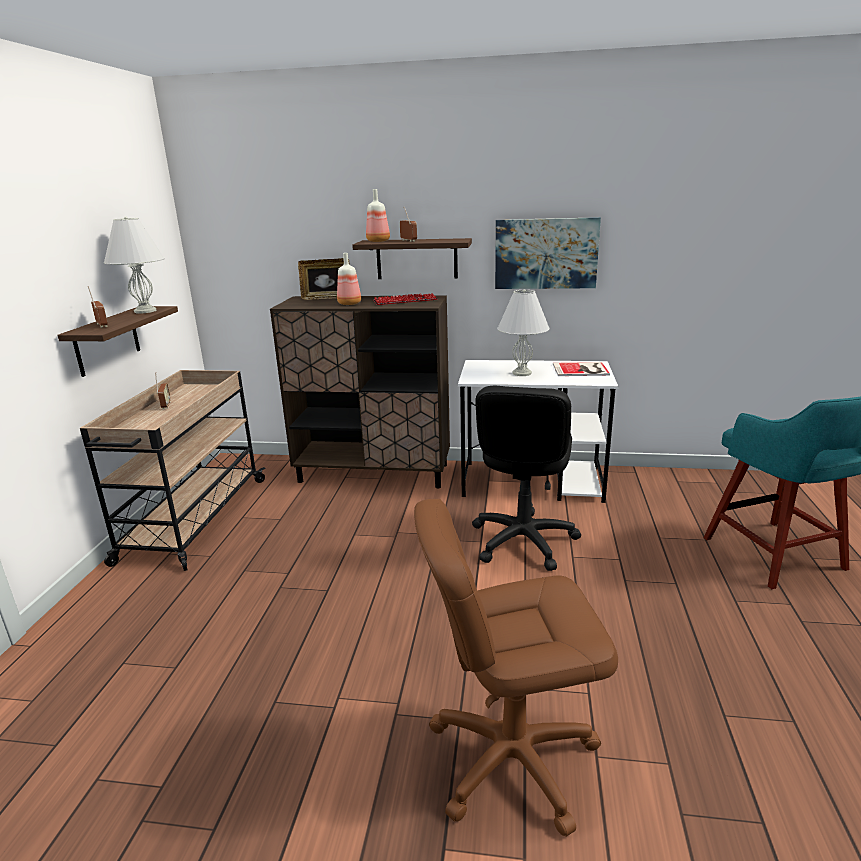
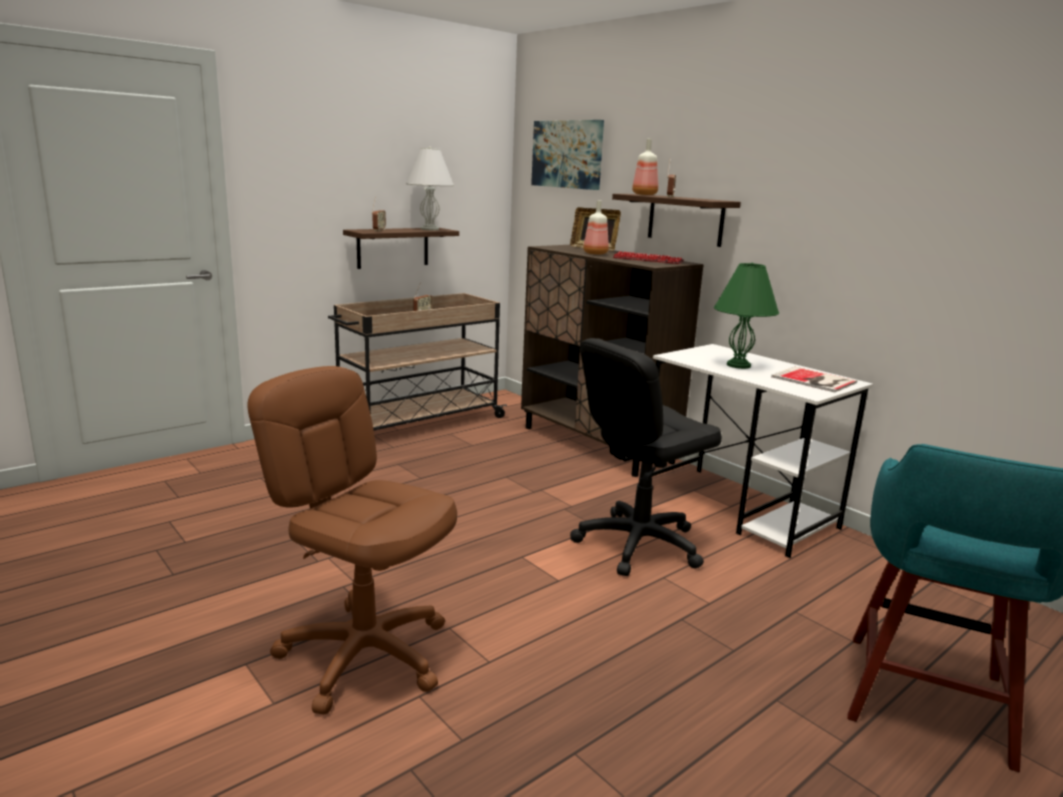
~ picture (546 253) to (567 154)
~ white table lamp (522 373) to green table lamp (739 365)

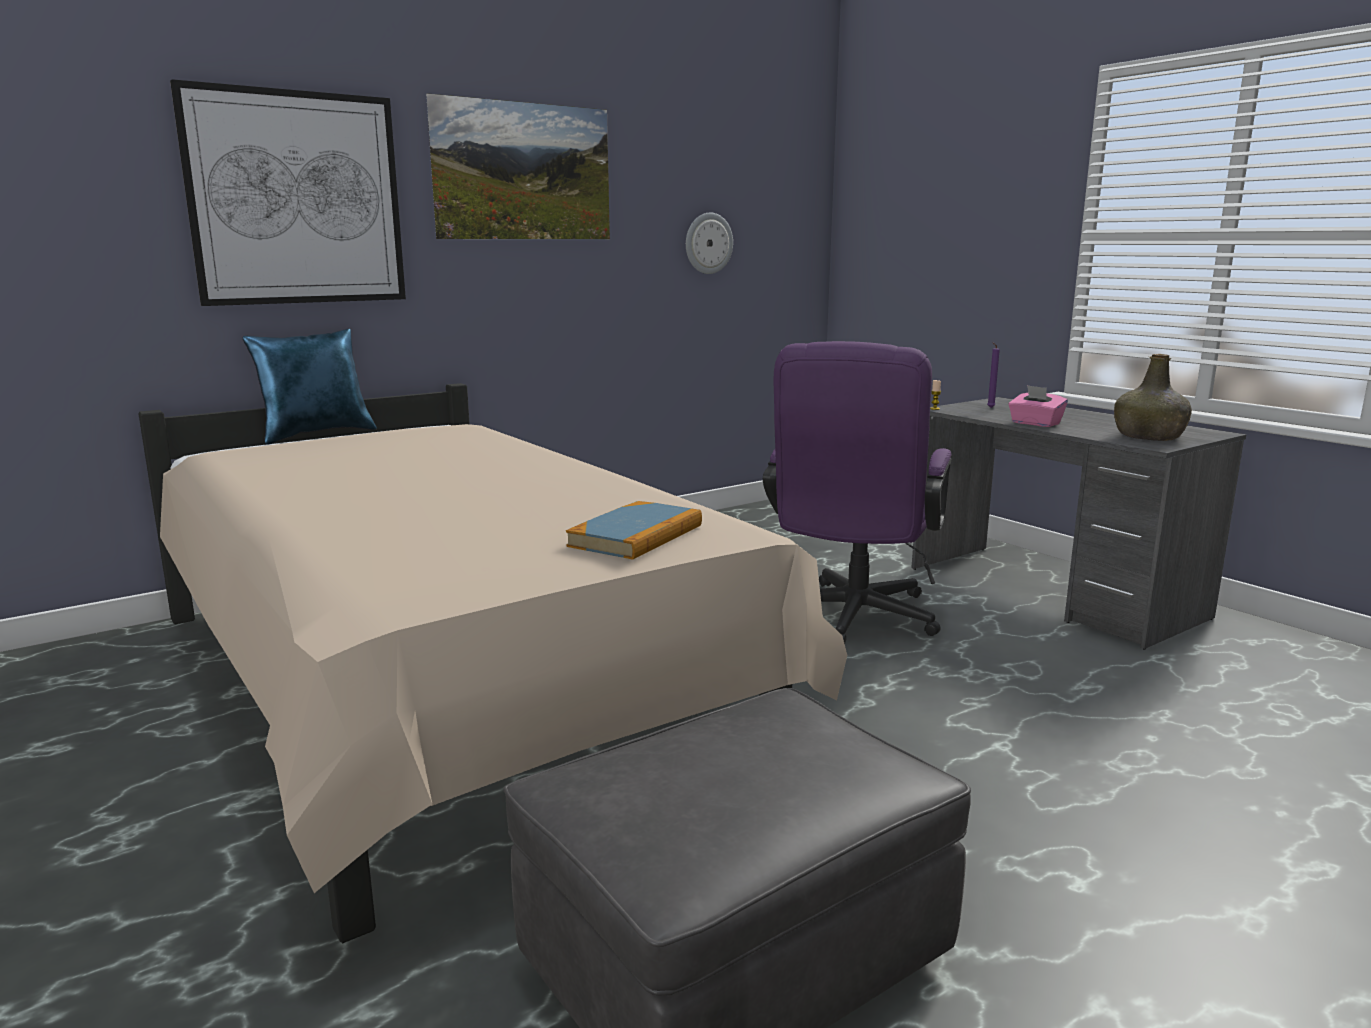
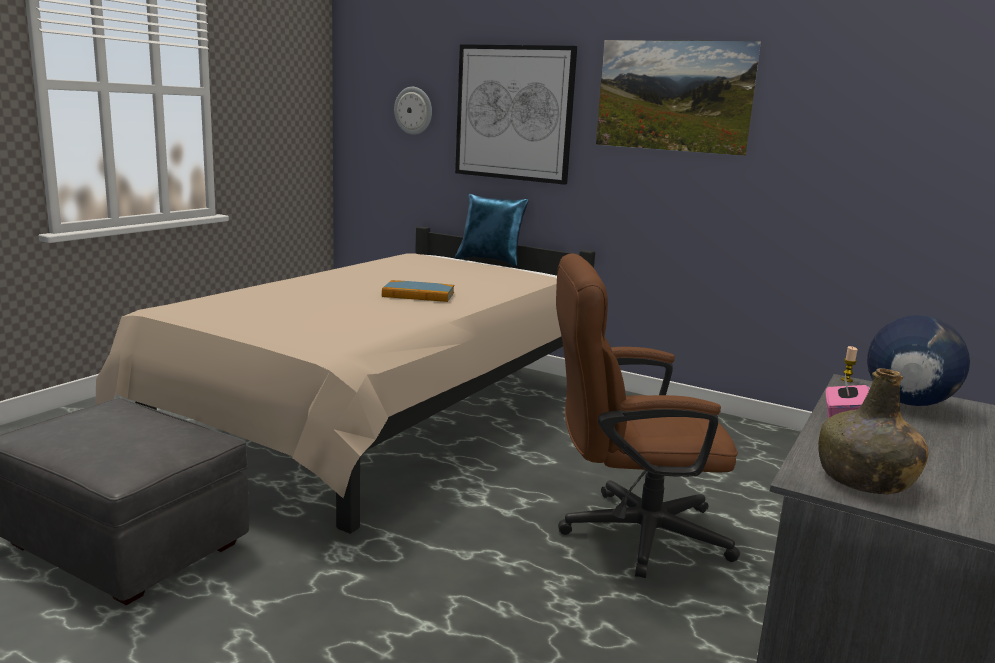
~ book (636 536) to (418 295)
~ wall clock (708 243) to (413 110)
~ purple candle (990 408) to globe (907 402)
~ purple office chair (851 621) to brown office chair (628 532)

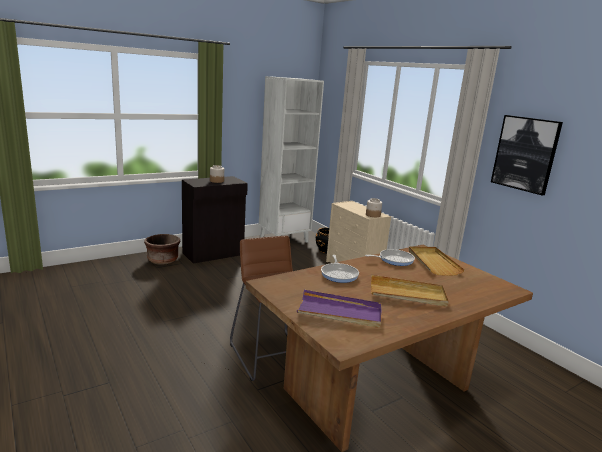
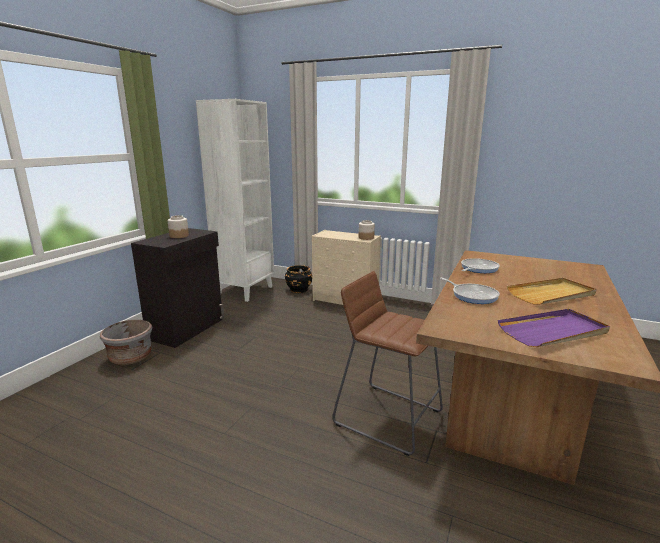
- beige tray (433 262)
- picture (525 154)
~ brown planter (162 260) to grey planter (130 357)

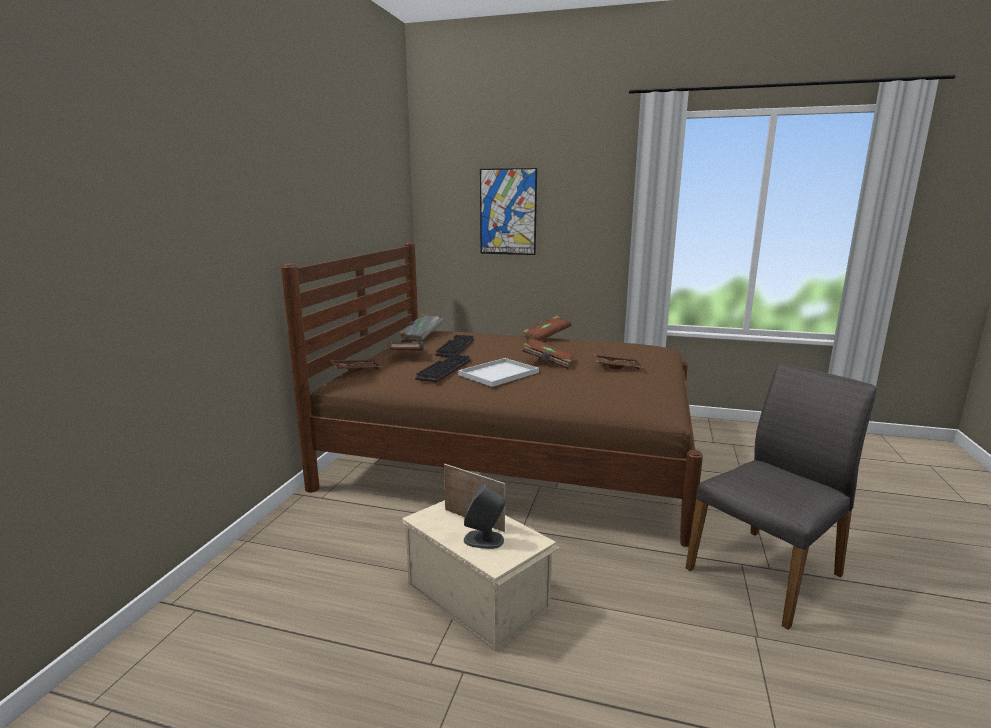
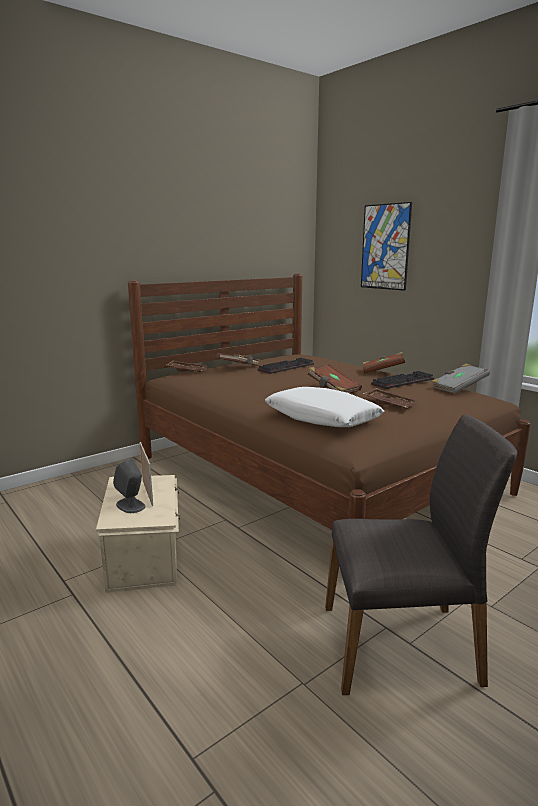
- white tray (499 373)
+ white pillow (322 418)
~ grey book (421 336) to (458 388)
~ keyboard (443 369) to (402 381)

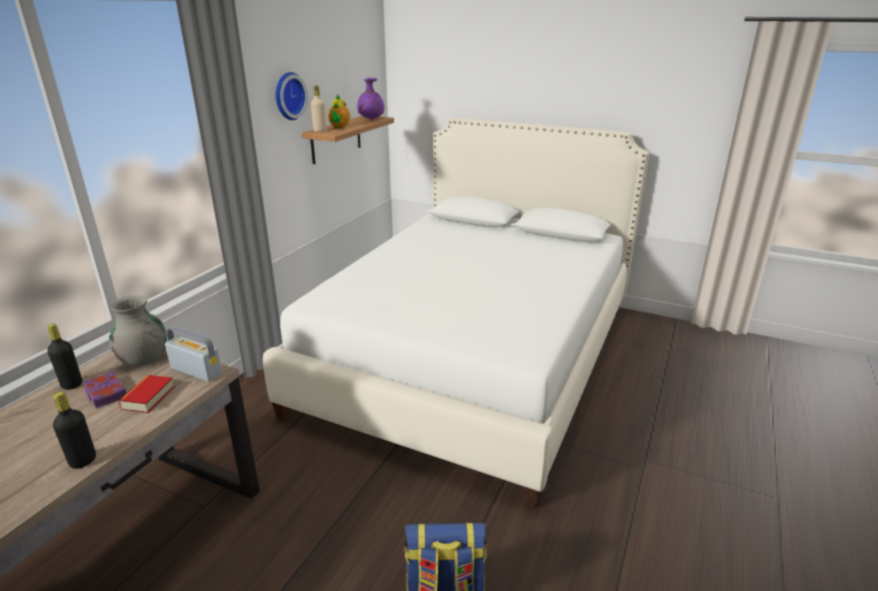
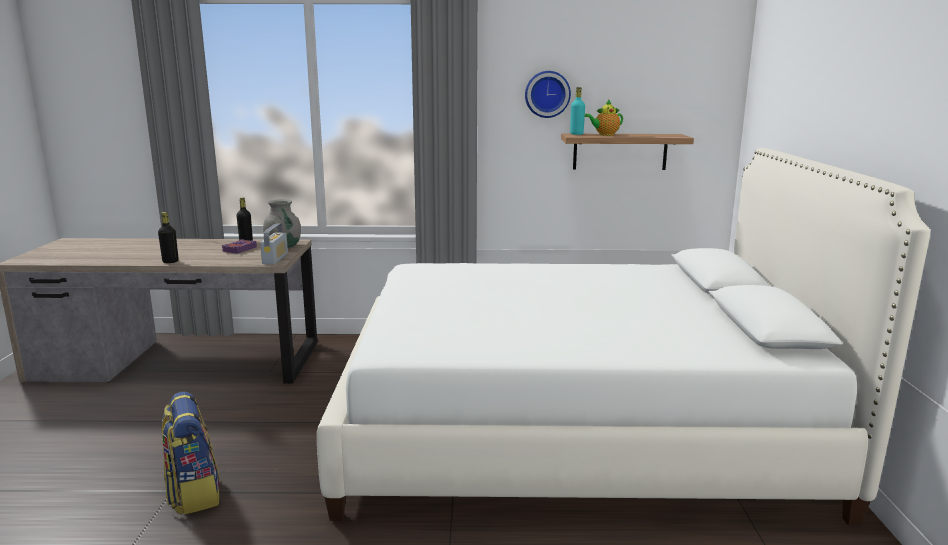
- book (148 398)
- purple vase (371 119)
~ beige bottle (320 131) to turquoise bottle (576 134)

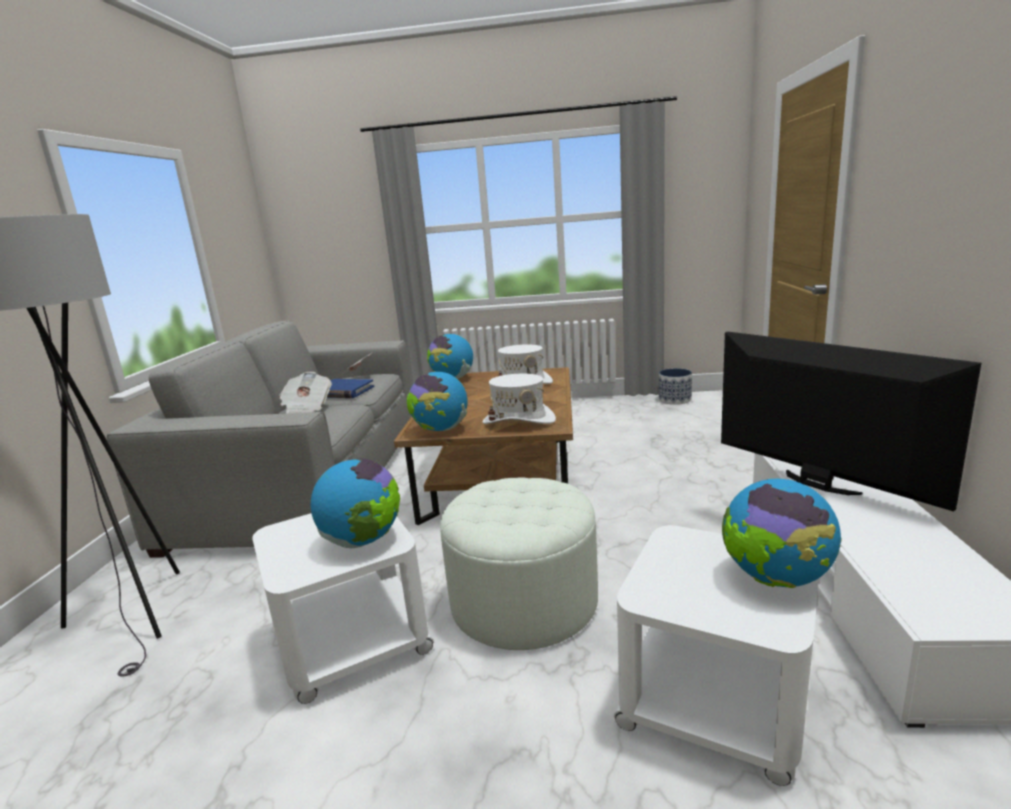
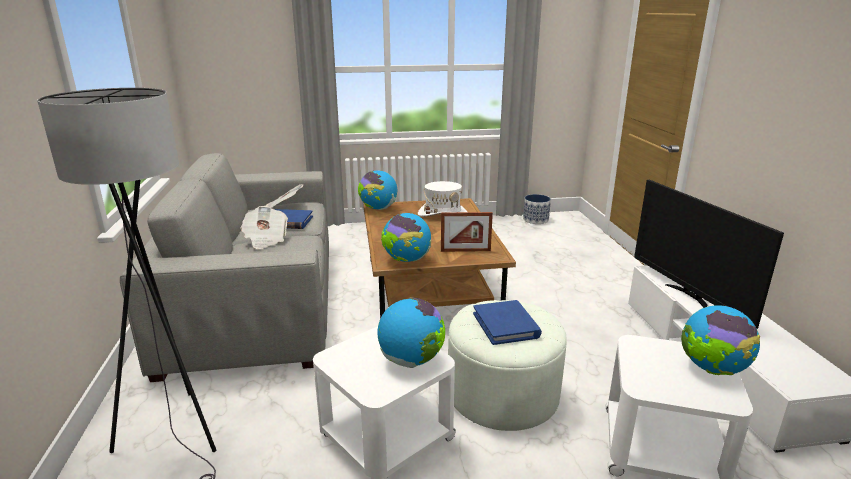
+ blue book (506 325)
~ white hat (519 421) to picture frame (465 251)
~ television (817 484) = (689 295) 150 degrees counterclockwise

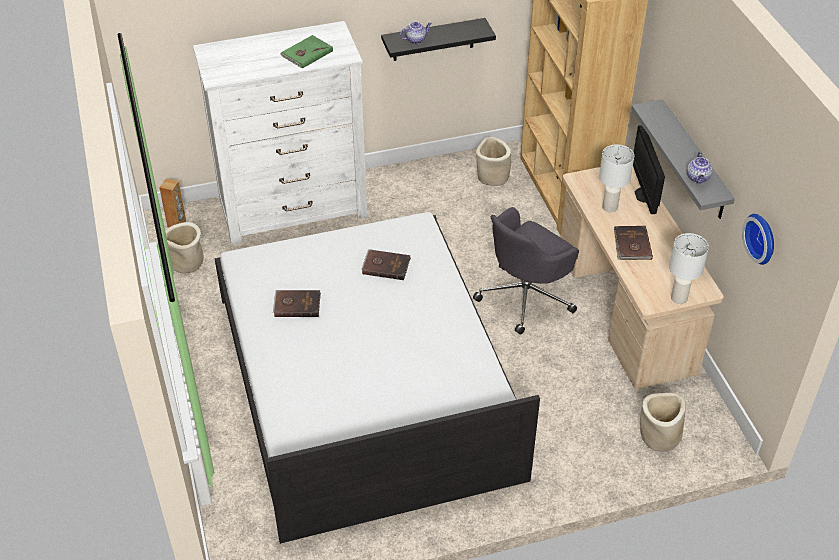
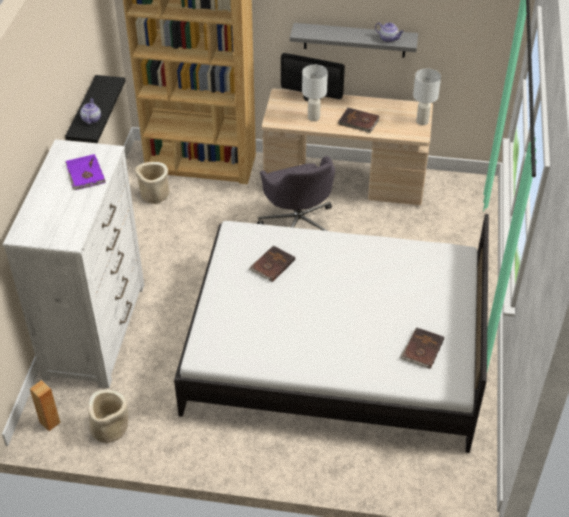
- beige planter (659 436)
- wall clock (762 238)
~ brown book (297 304) to (422 349)
~ green book (306 53) to purple book (85 174)

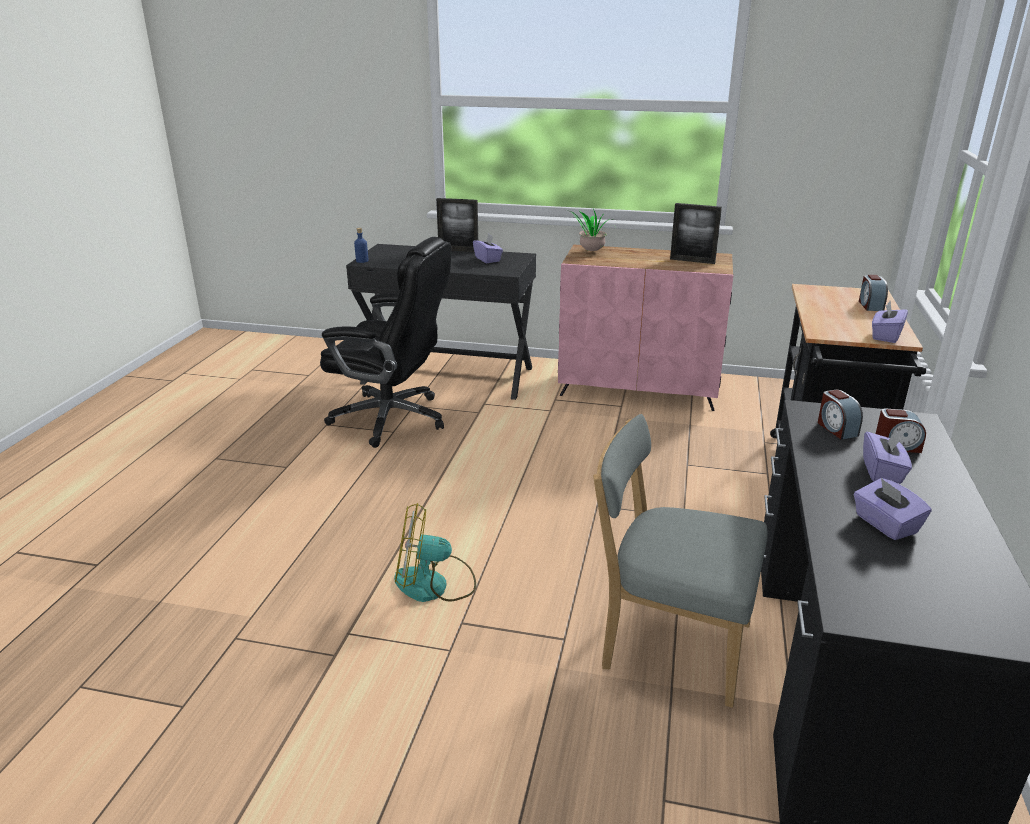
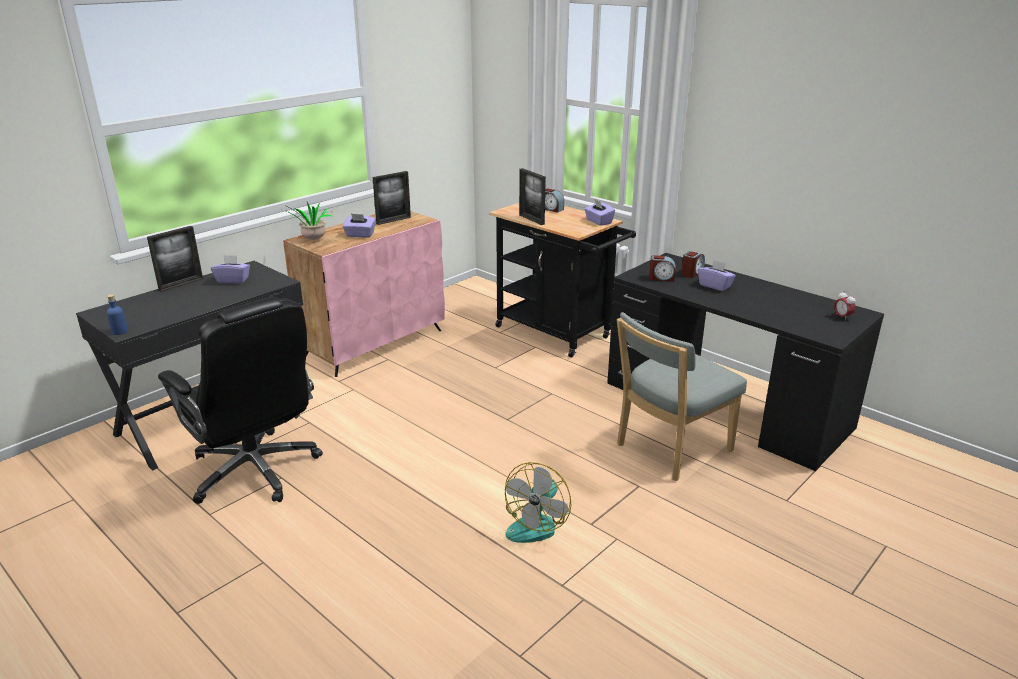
+ picture frame (531 219)
+ alarm clock (842 317)
~ purple tissue box (885 524) to (360 235)
~ black office chair (392 418) = (255 471) 90 degrees clockwise

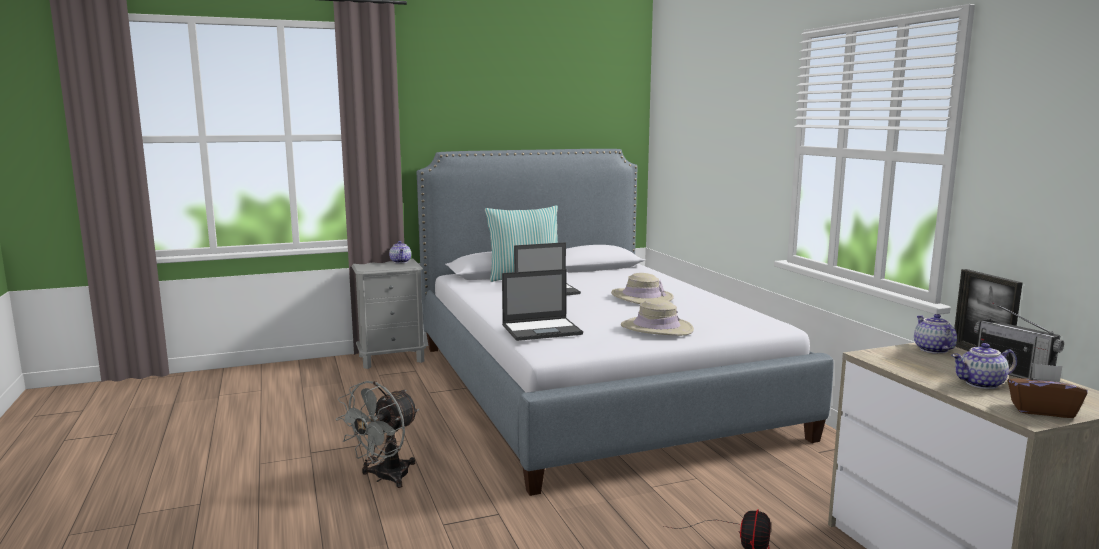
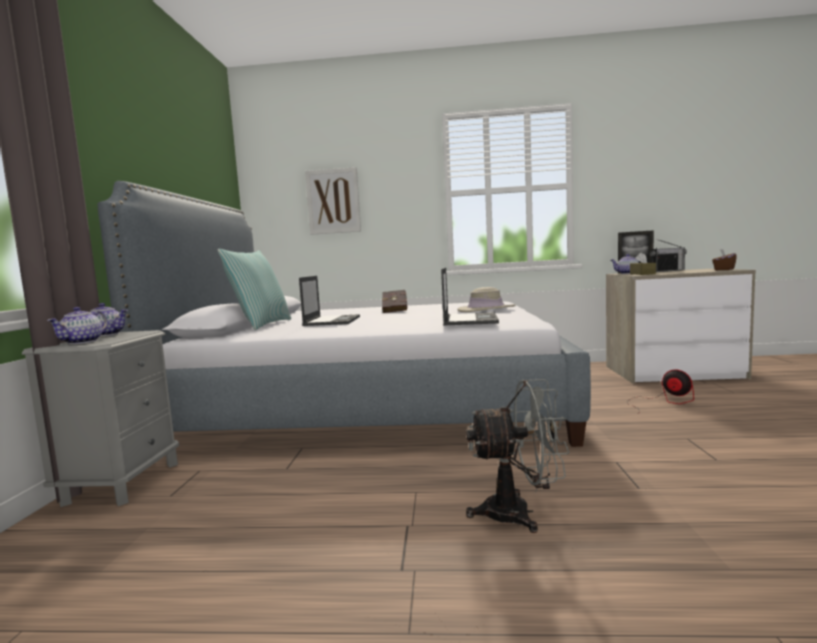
+ picture (333 201)
+ brown tissue box (642 274)
~ teapot (981 384) to (82 342)
~ beige hat (642 297) to red book (395 310)
~ grey fan (384 478) = (519 513) 60 degrees counterclockwise

